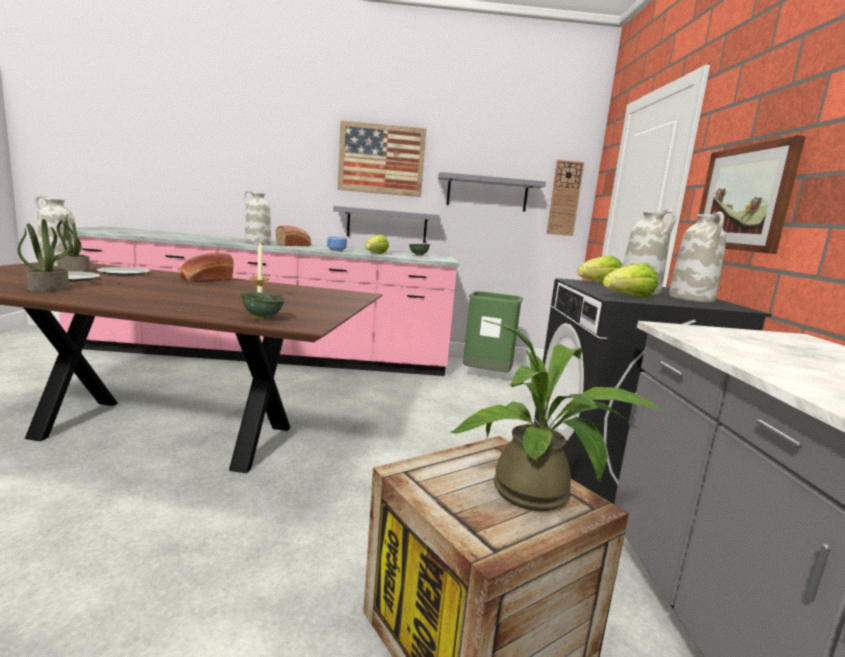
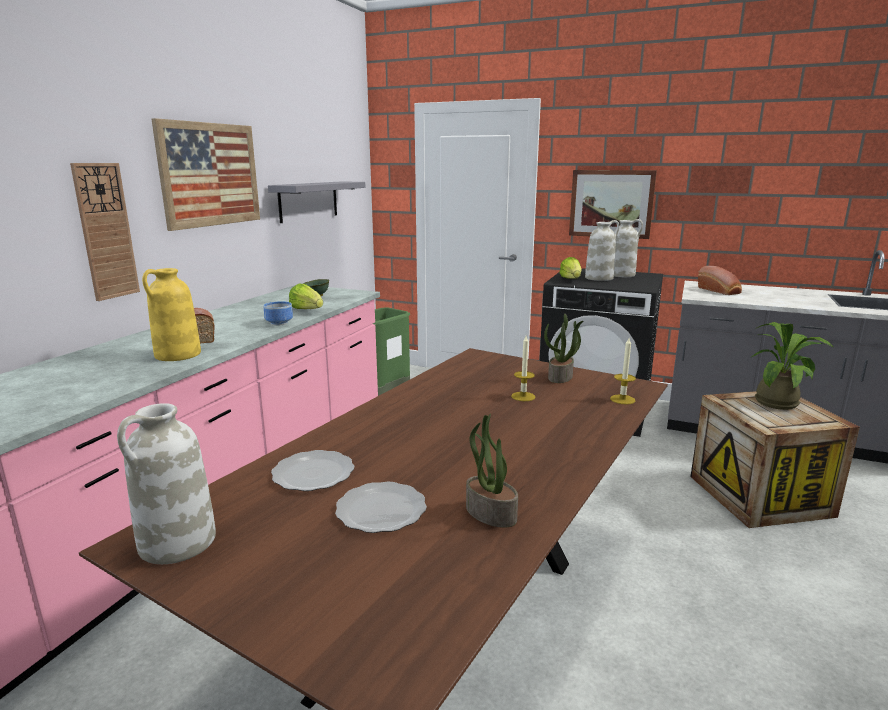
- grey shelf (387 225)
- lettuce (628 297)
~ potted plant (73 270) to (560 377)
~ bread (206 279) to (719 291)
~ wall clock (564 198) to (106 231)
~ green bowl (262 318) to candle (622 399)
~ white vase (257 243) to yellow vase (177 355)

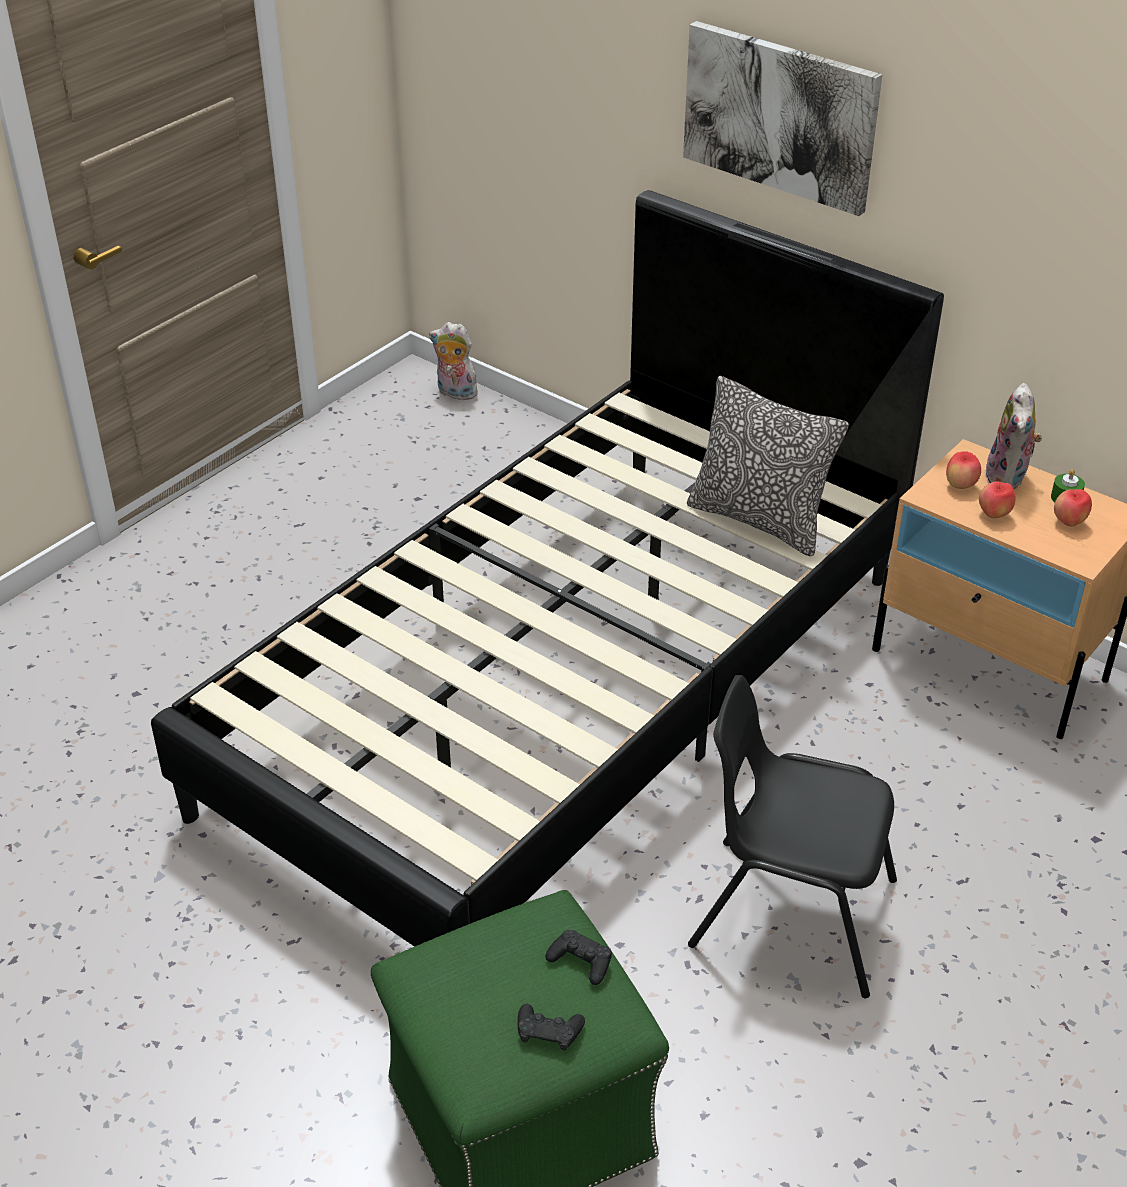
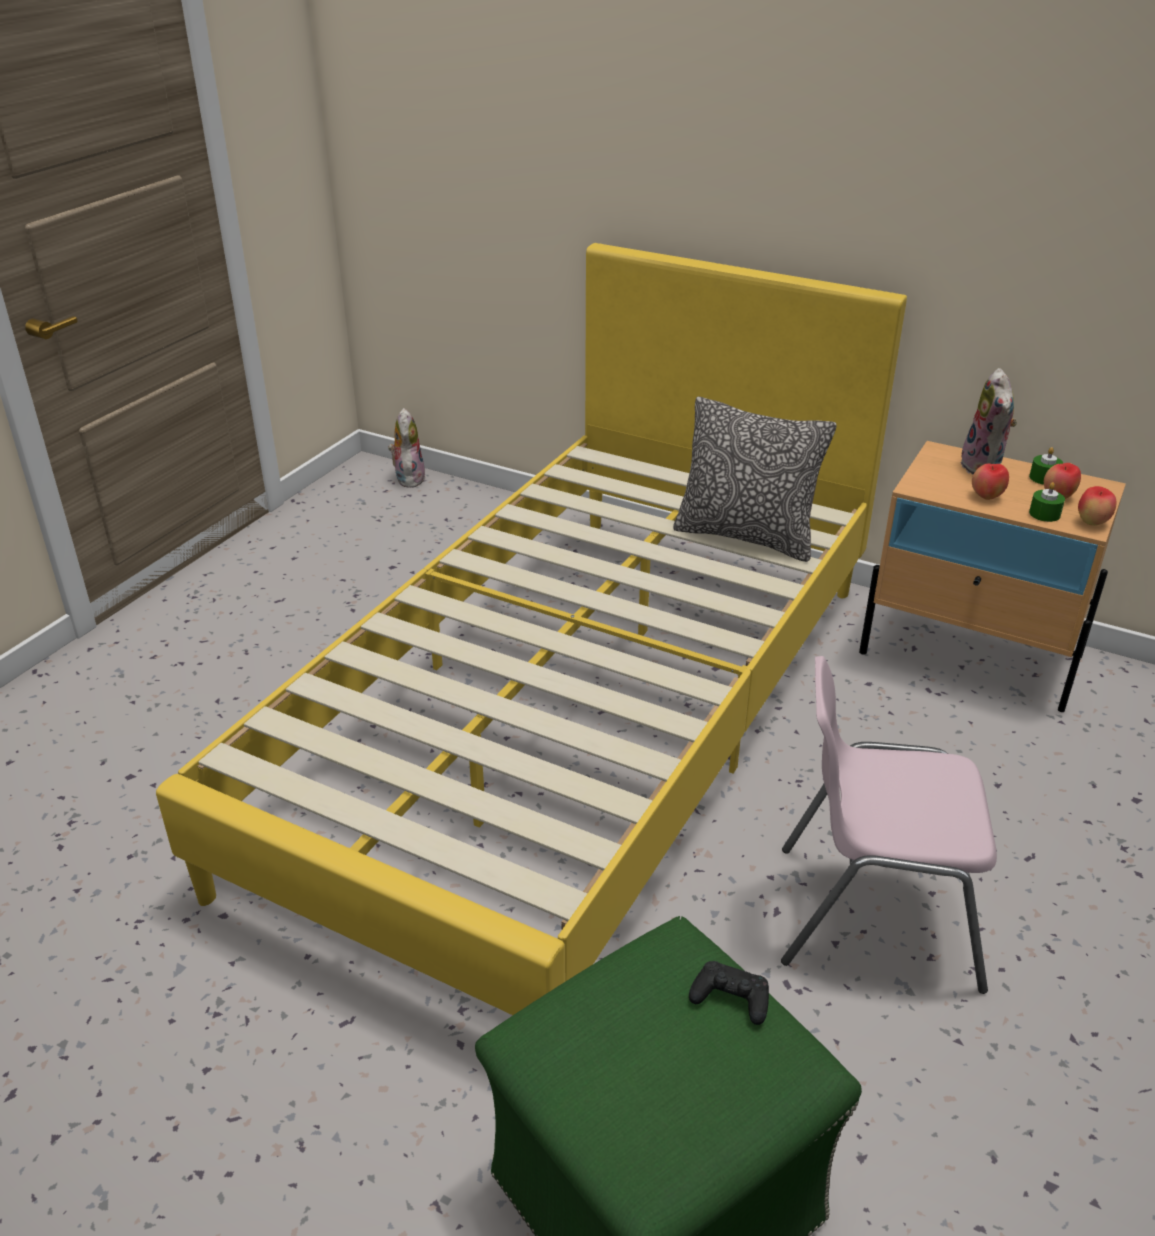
- black game controller (548 1031)
- picture (780 116)
+ green candle (1044 514)
~ apple (960 486) to (1092 523)
~ black bed (564 689) to yellow bed (578 720)
~ black chair (790 912) to pink chair (873 913)
~ plush toy (455 393) = (408 478) 75 degrees clockwise

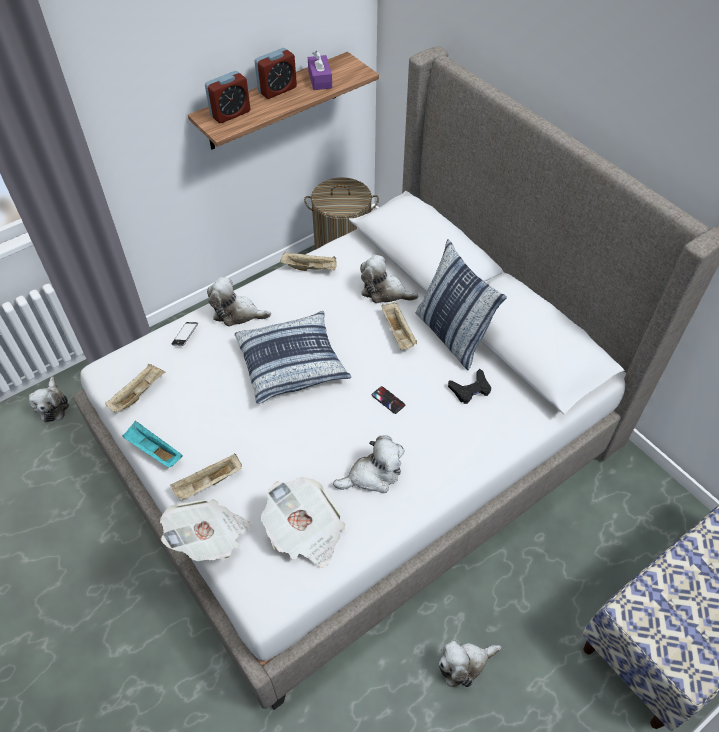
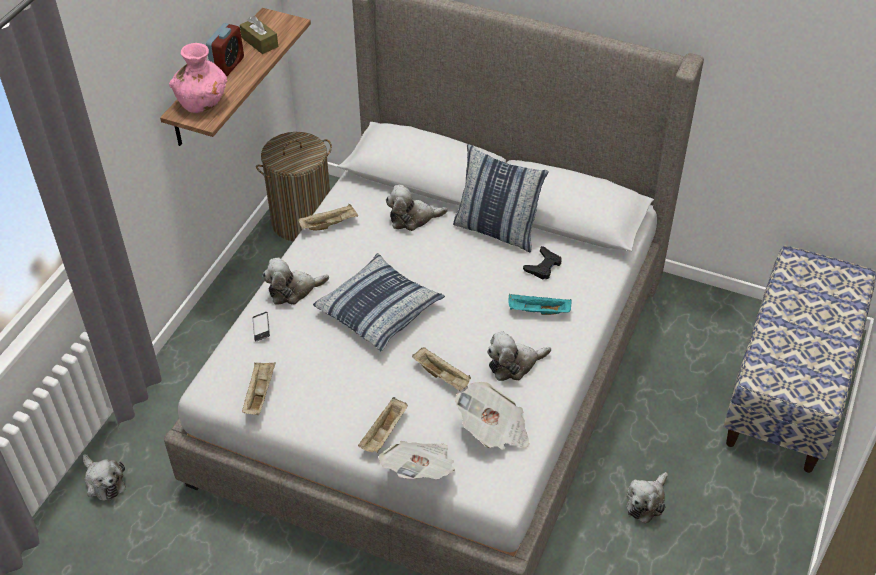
- phone (388 400)
~ turquoise tray (153 451) to (538 311)
~ beige tray (398 333) to (442 376)
~ alarm clock (230 114) to pink vase (202 102)
~ purple tissue box (320 79) to brown tissue box (259 42)
~ plush toy (373 475) = (514 364) 150 degrees counterclockwise

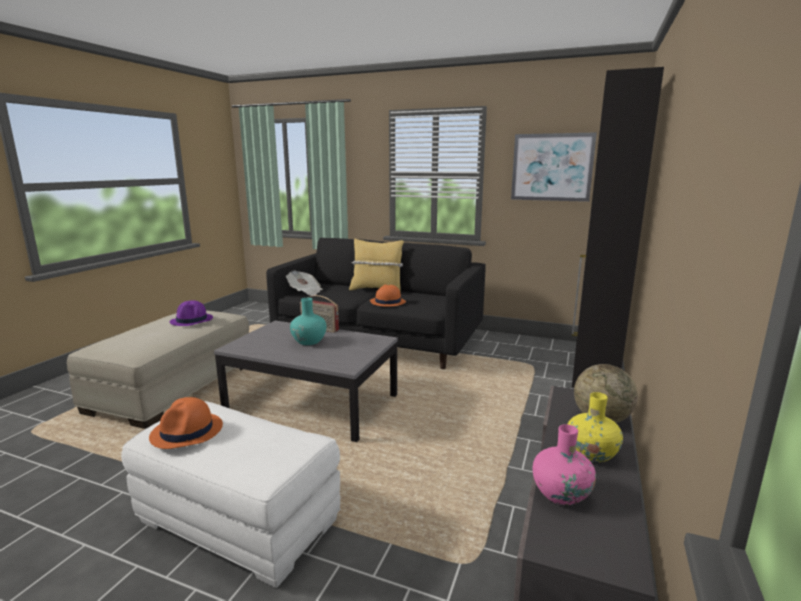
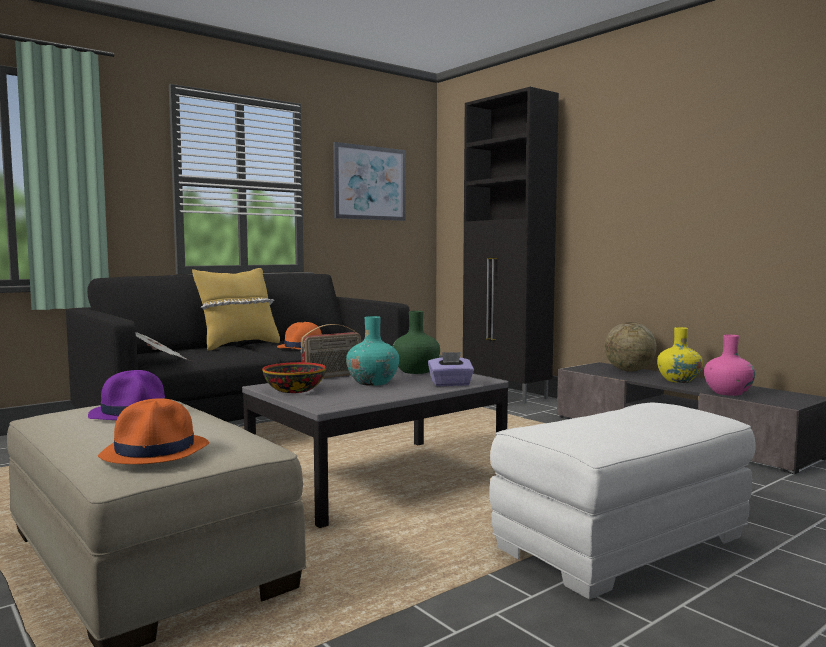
+ bowl (295 390)
+ green vase (415 371)
+ purple tissue box (450 384)
~ orange hat (187 432) to (156 451)

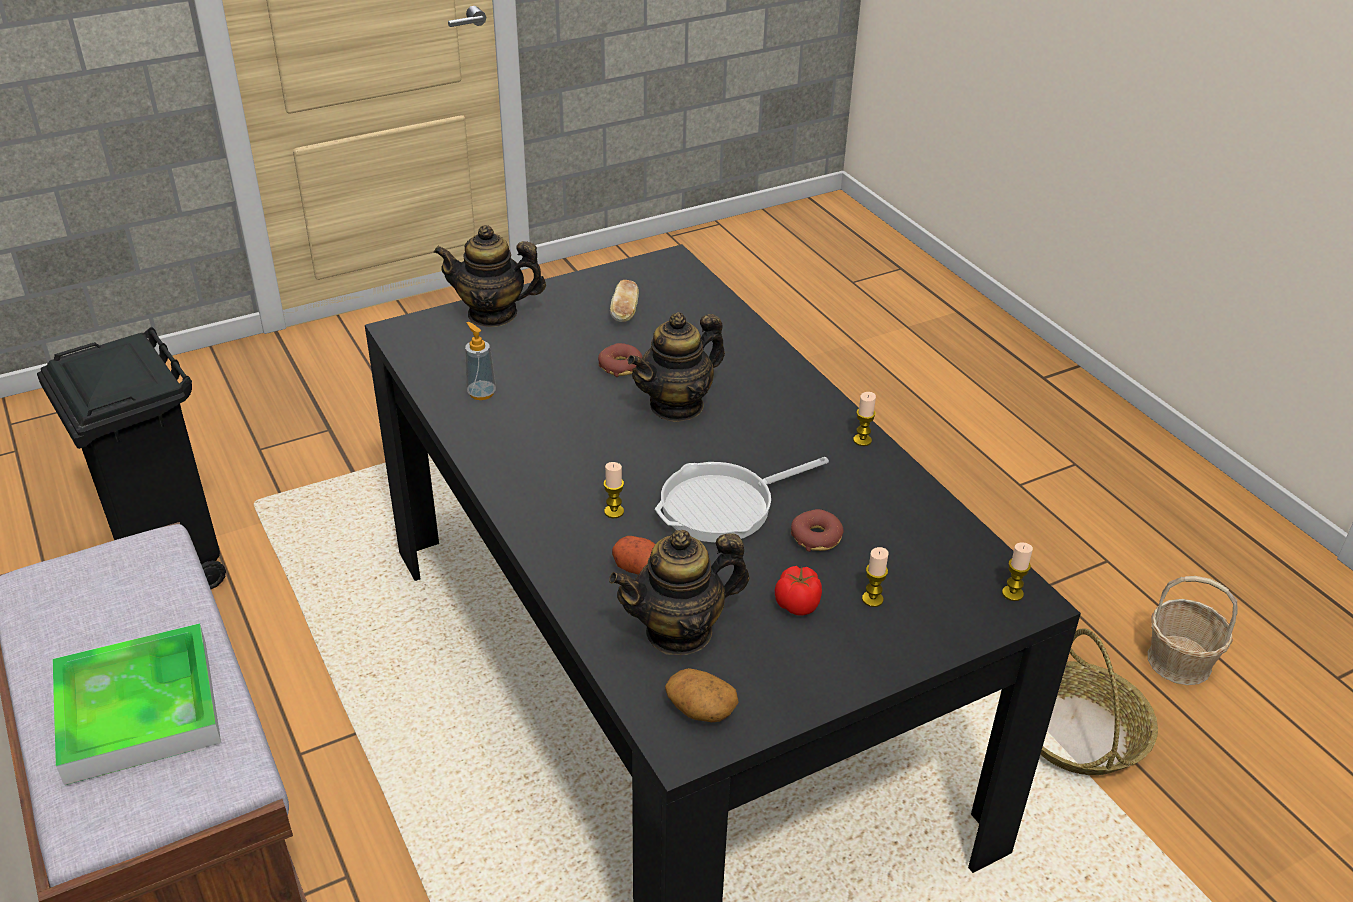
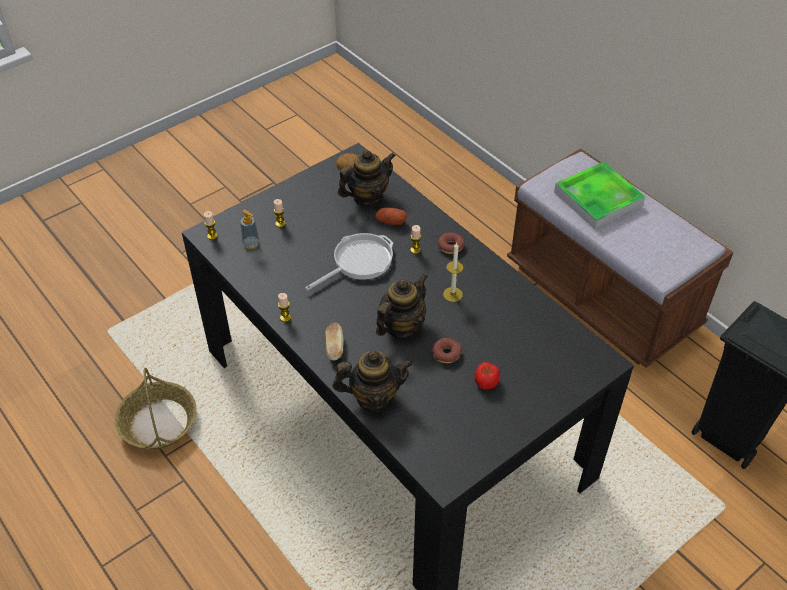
- basket (1179 662)
+ candle (452 294)
~ teapot (493 314) to (373 397)
~ soap dispenser (481 393) to (251 244)
~ bread (625 312) to (334 347)
~ tomato (798 604) to (485 382)
~ donut (816 537) to (450 246)

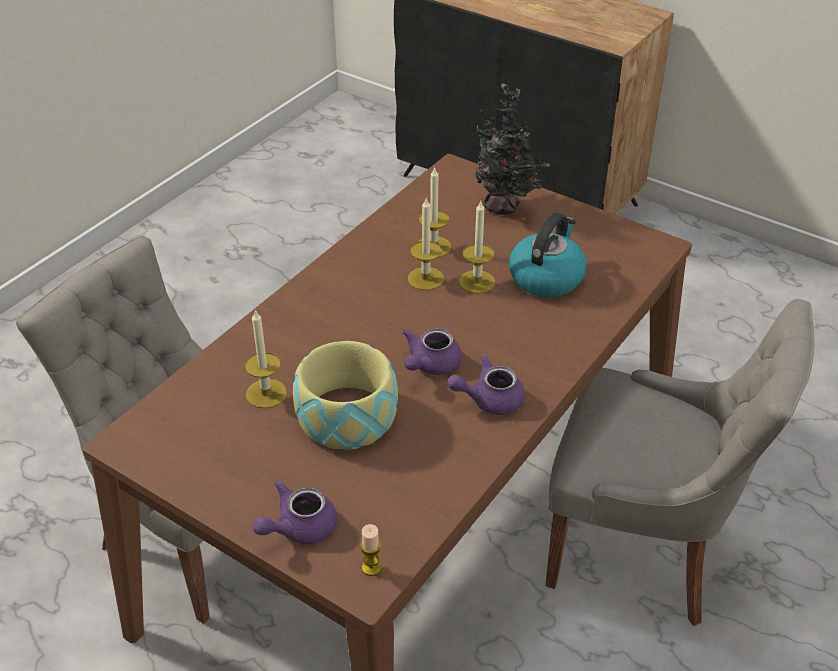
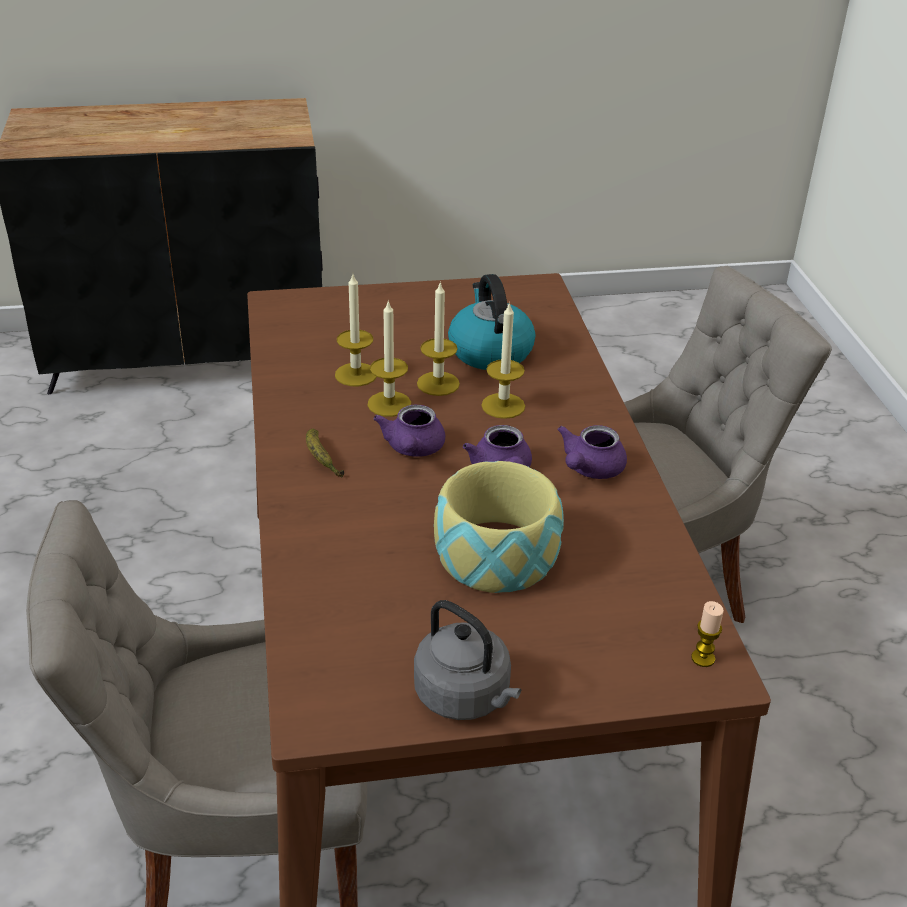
- potted plant (505 207)
+ banana (321 459)
+ grey kettle (466 697)
~ candle (266 393) to (503 406)
~ purple teapot (298 528) to (412 449)

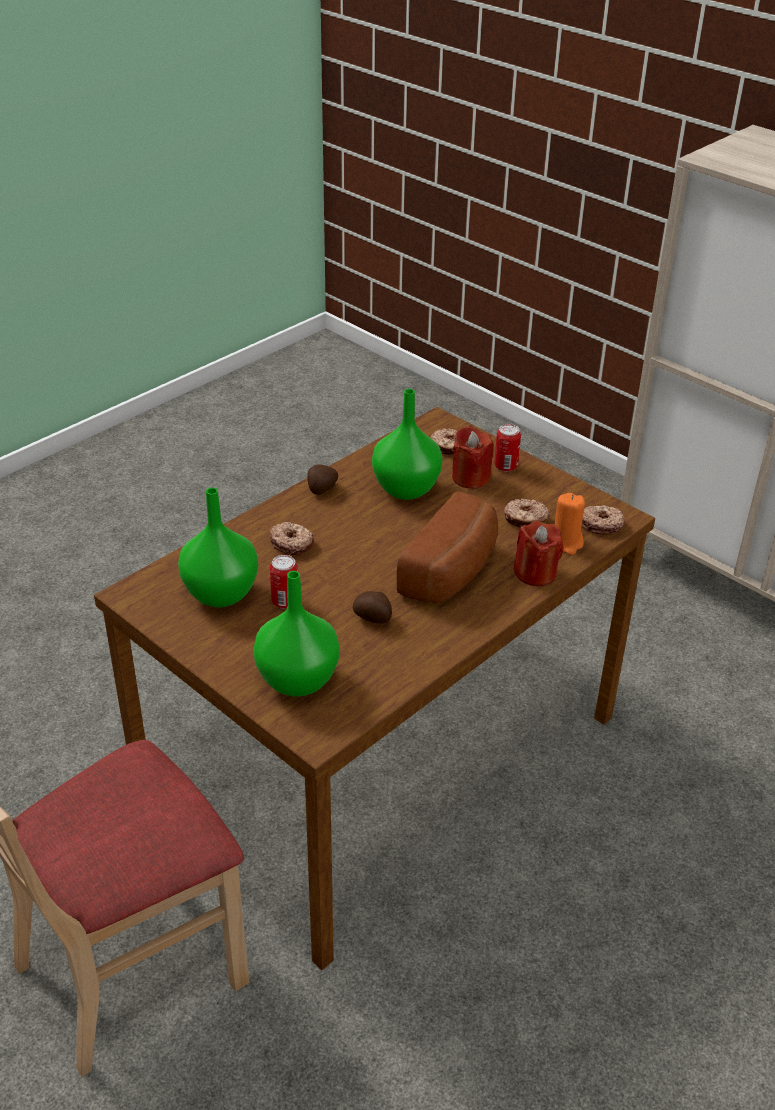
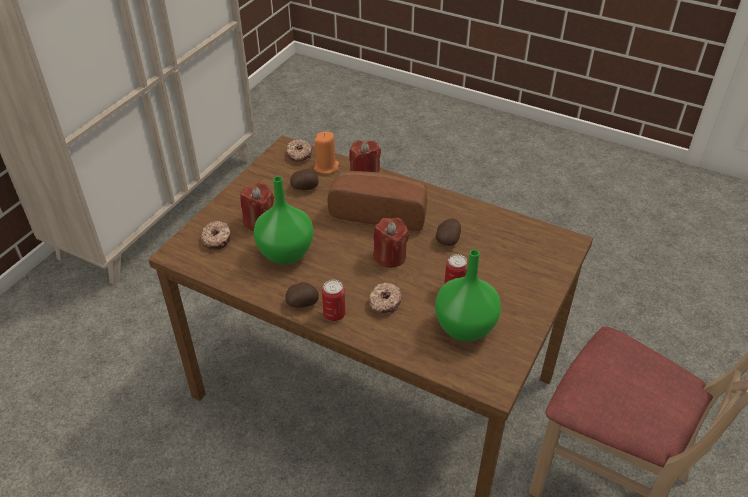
- green vase (296 681)
+ red candle (390 256)
~ can (505 466) to (334 314)
~ donut (525 519) to potato (305 187)

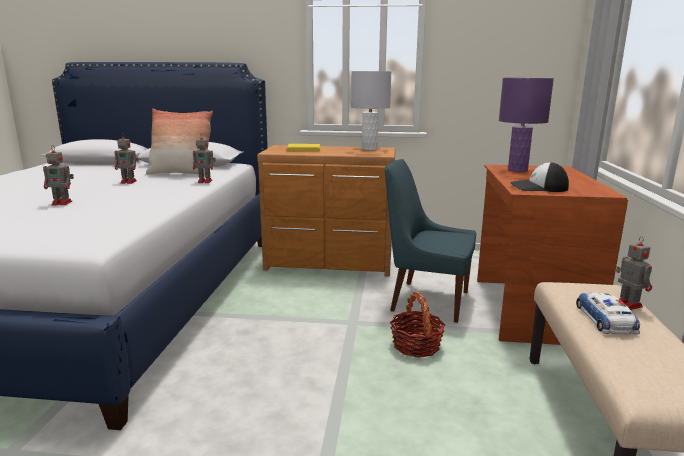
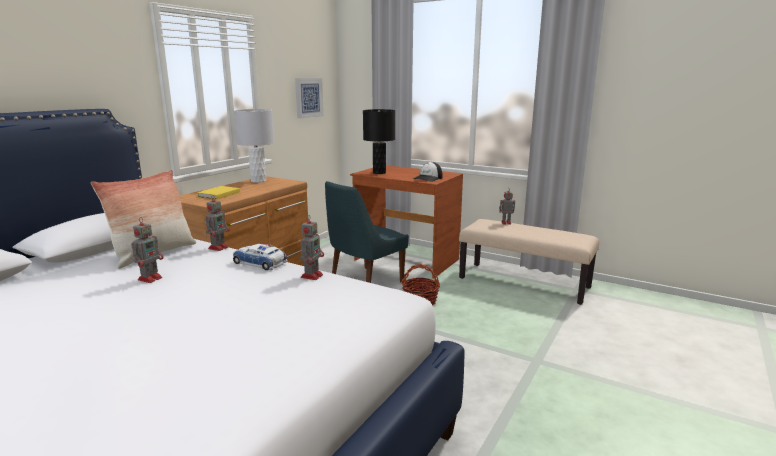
+ picture (308 97)
~ toy robot (63 203) to (312 275)
~ toy car (605 319) to (260 263)
~ purple table lamp (518 170) to black table lamp (379 172)

